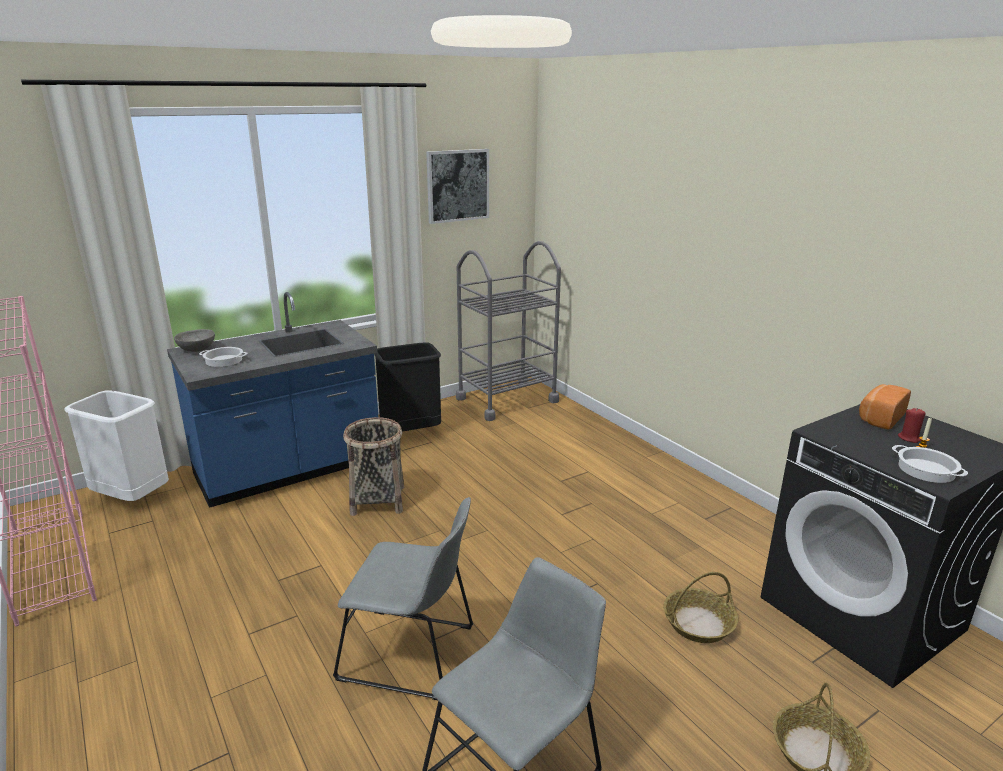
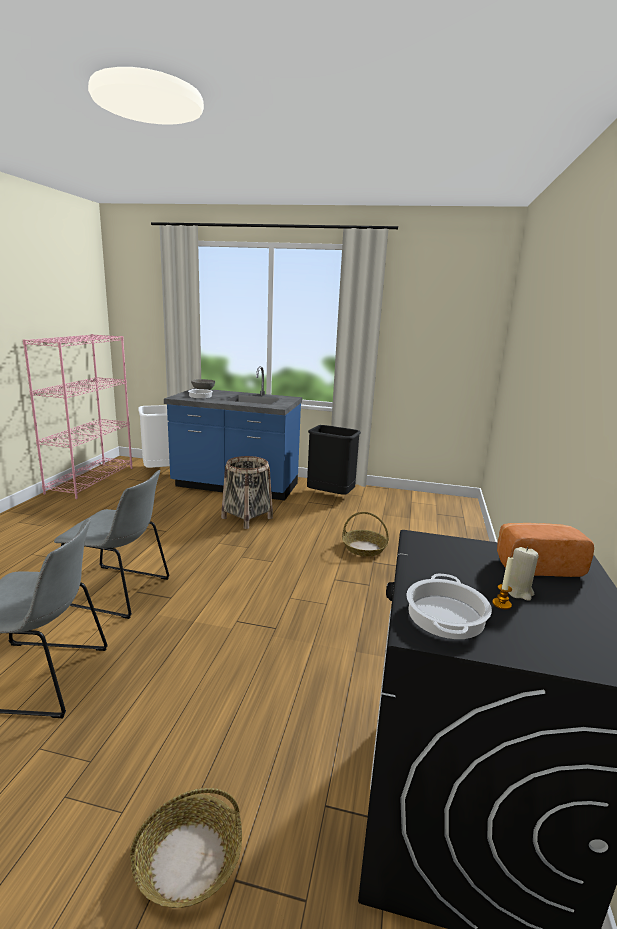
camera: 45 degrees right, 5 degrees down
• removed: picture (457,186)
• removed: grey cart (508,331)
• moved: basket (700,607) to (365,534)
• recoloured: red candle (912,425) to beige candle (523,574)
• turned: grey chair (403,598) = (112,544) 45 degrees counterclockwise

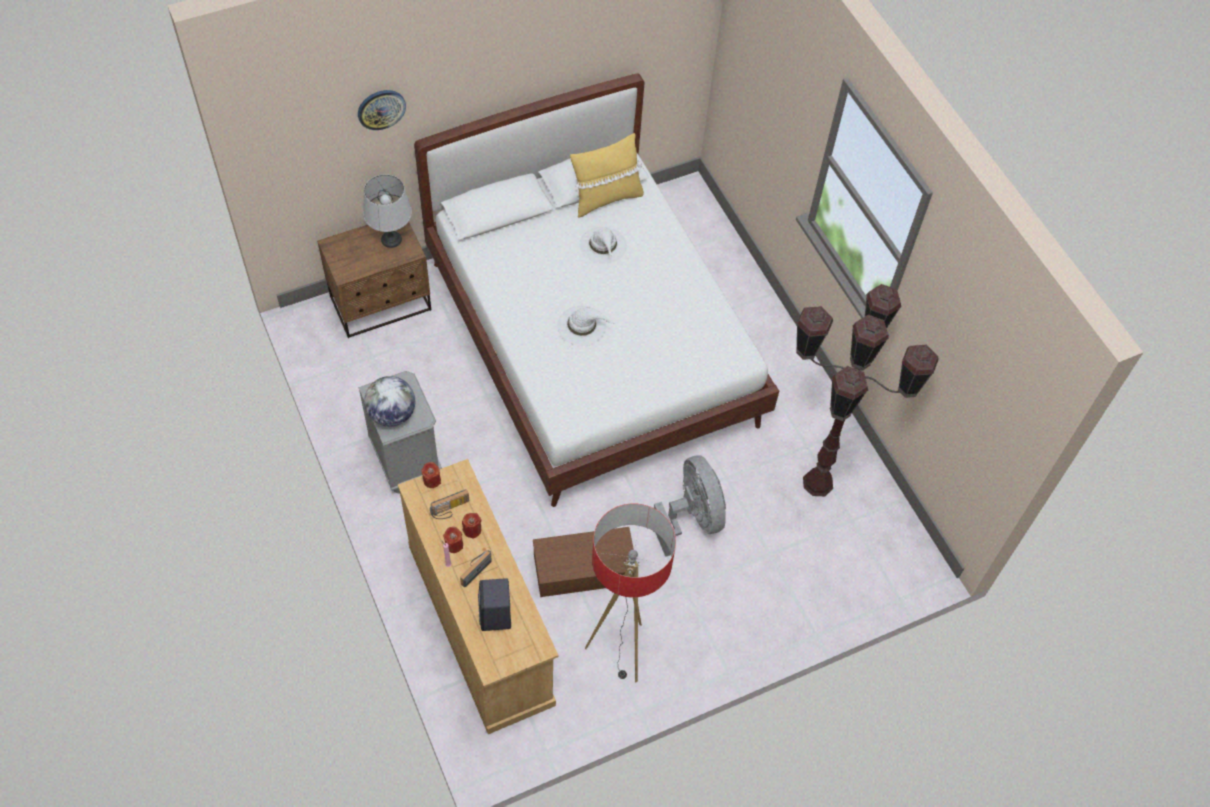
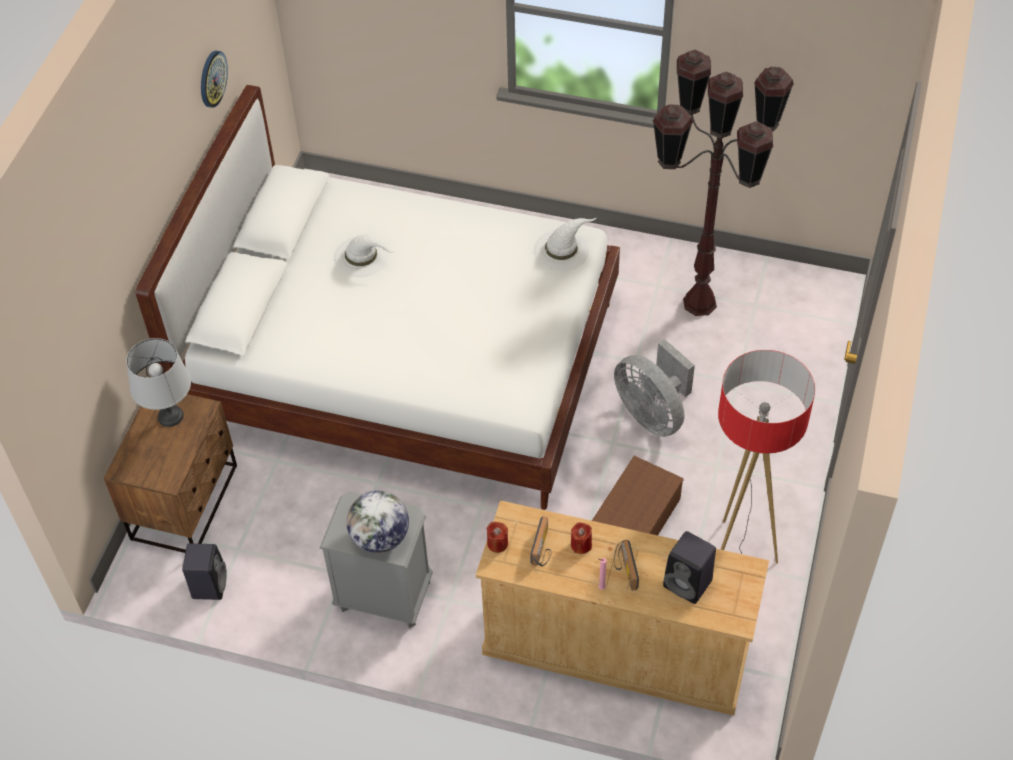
camera: 45 degrees left, 5 degrees down
• removed: red candle (453,540)
• removed: yellow pillow (607,175)
• added: black speaker (204,571)
• moved: wall clock (382,110) to (214,79)
• moved: white hat (586,326) to (565,244)
• turned: grey fan (690,506) = (654,388) 150 degrees counterclockwise

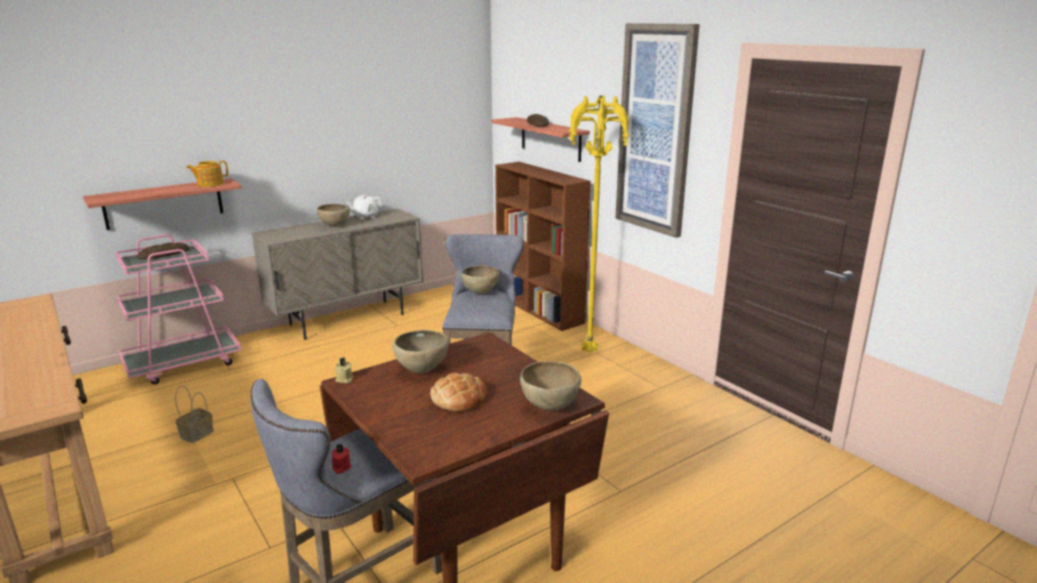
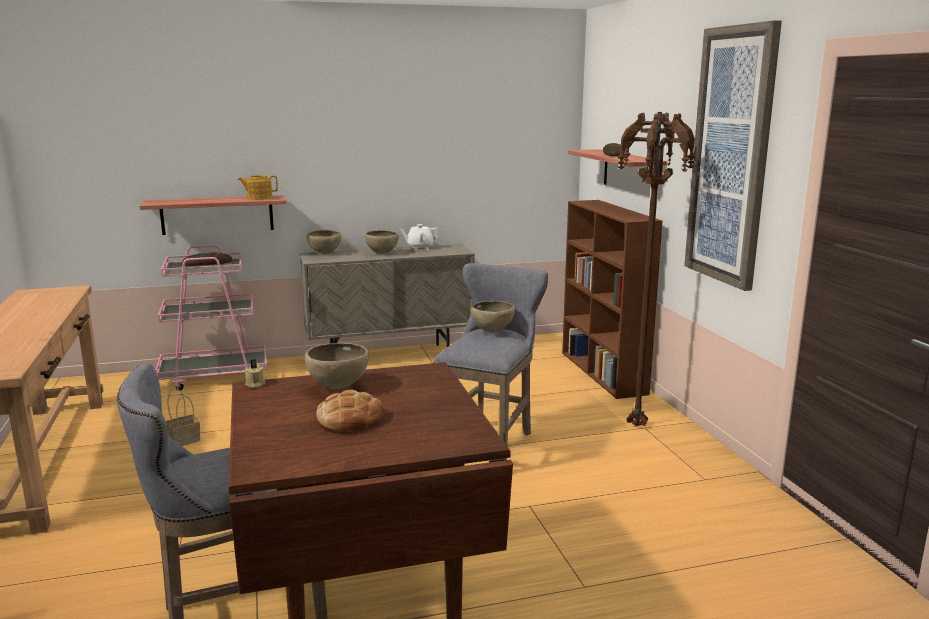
camera: 20 degrees right, 5 degrees down
• removed: red candle (341,459)
• moved: brown bowl (550,385) to (323,242)
• recoloured: yellow floor lamp (599,223) to brown floor lamp (657,269)

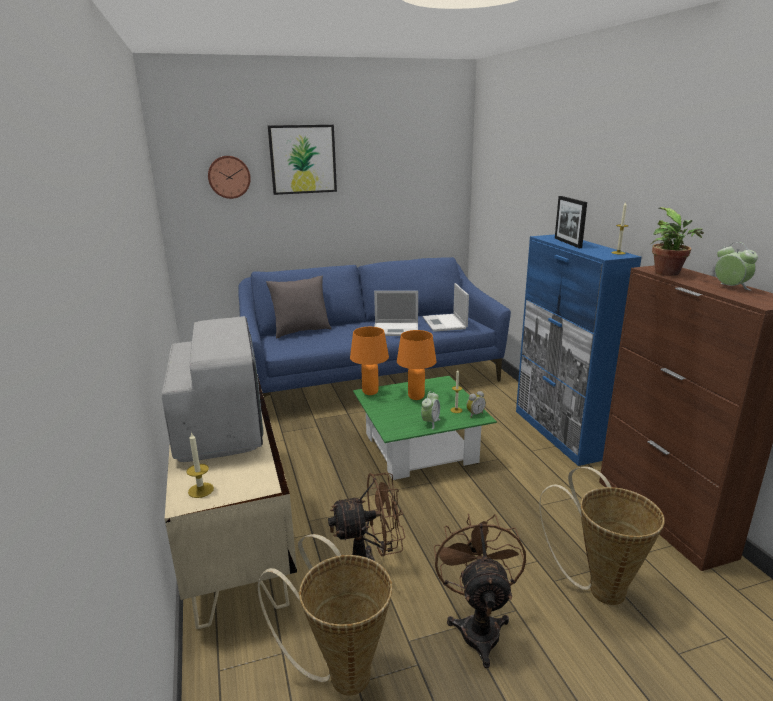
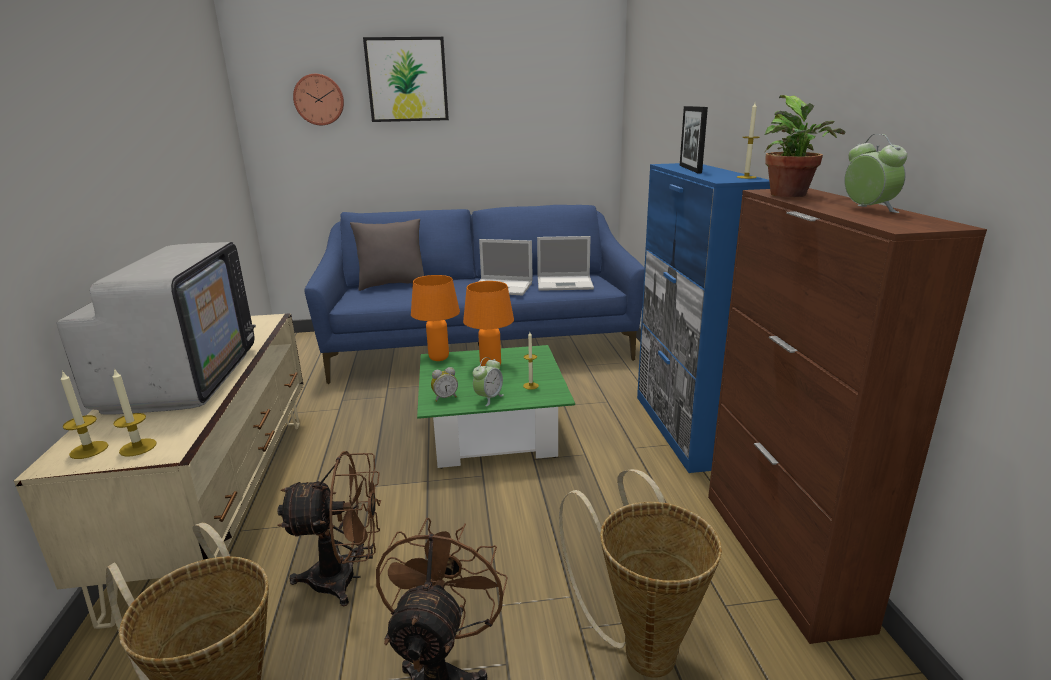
camera: 10 degrees right, 0 degrees up
• added: candle (135,412)
• moved: alarm clock (476,404) to (444,384)
• turned: laptop (446,307) = (565,263) 90 degrees counterclockwise

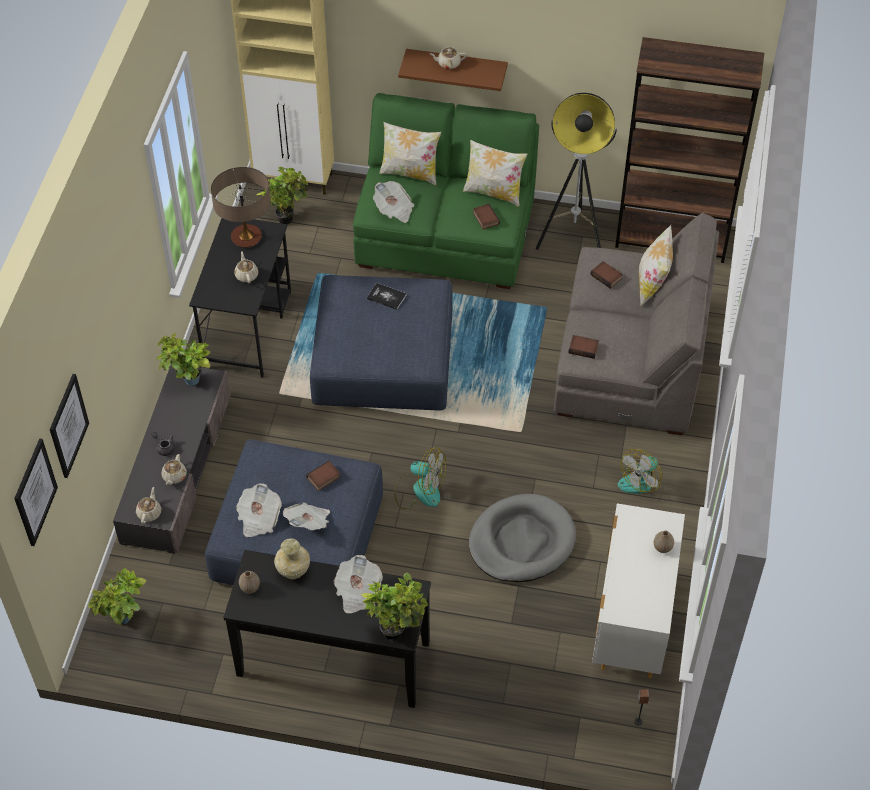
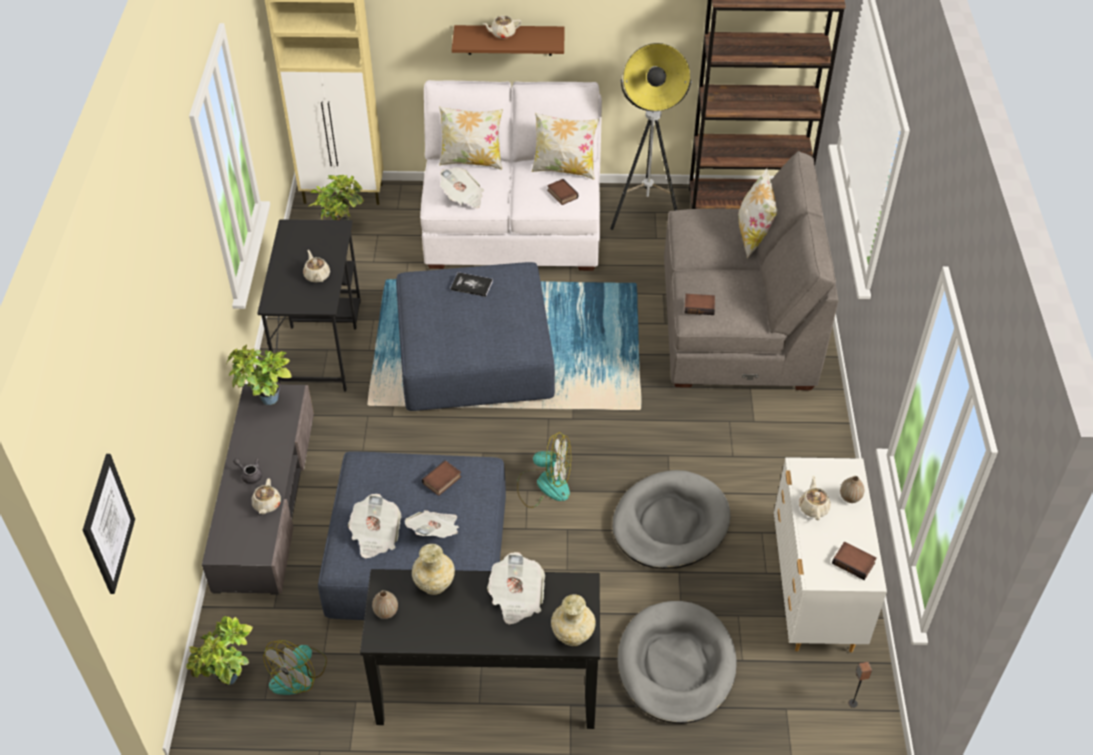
camera: 10 degrees left, 5 degrees down
• removed: picture (69,426)
• removed: table lamp (241,207)
• added: grey dog bed (676,662)
• moved: beige teapot (148,505) to (815,497)
• moved: book (607,275) to (854,561)
• moved: fan (640,471) to (295,667)
• replaced: potted plant (394,607) to beige vase (573,620)
• recoloured: green sofa (446,191) to white sofa (511,175)

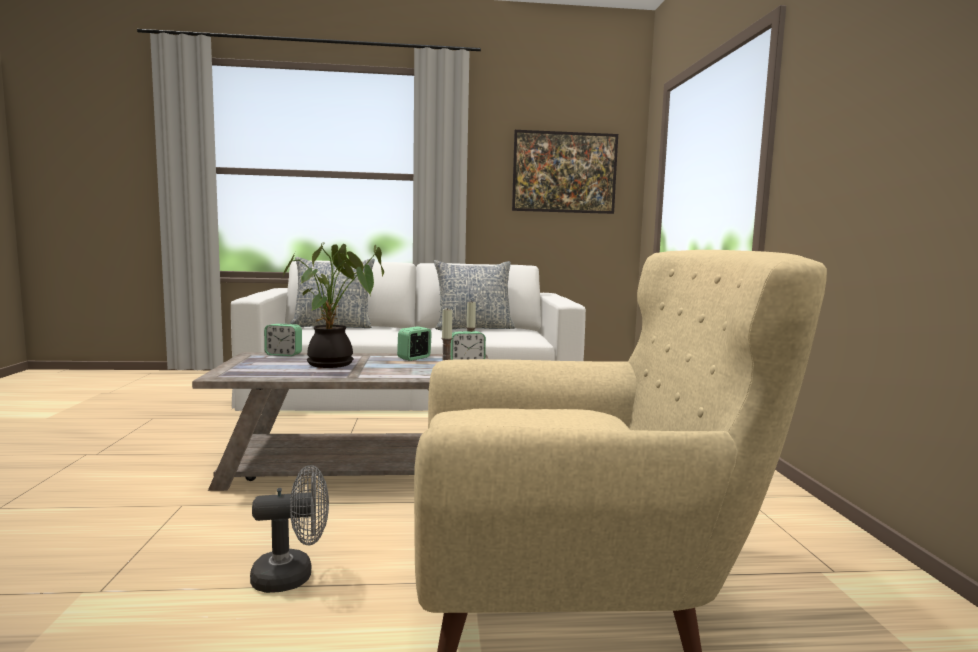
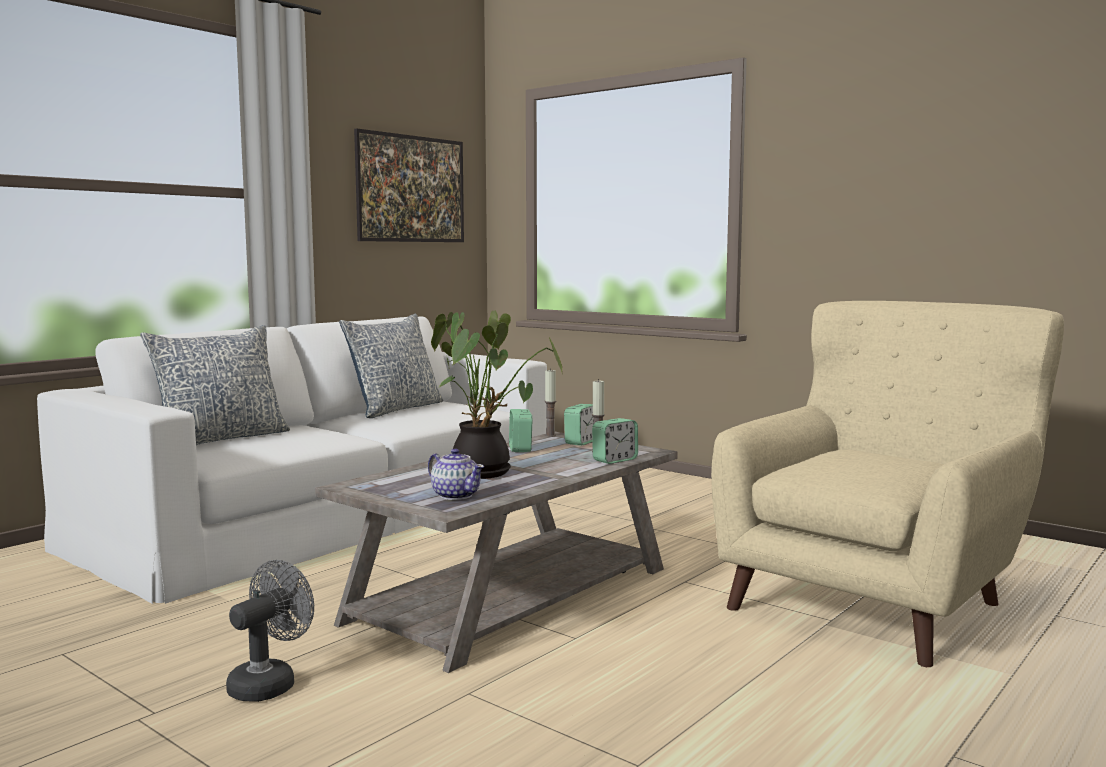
camera: 45 degrees left, 0 degrees up
• added: teapot (456,474)
• moved: grey fan (289,529) to (270,631)
• moved: alarm clock (283,340) to (615,441)

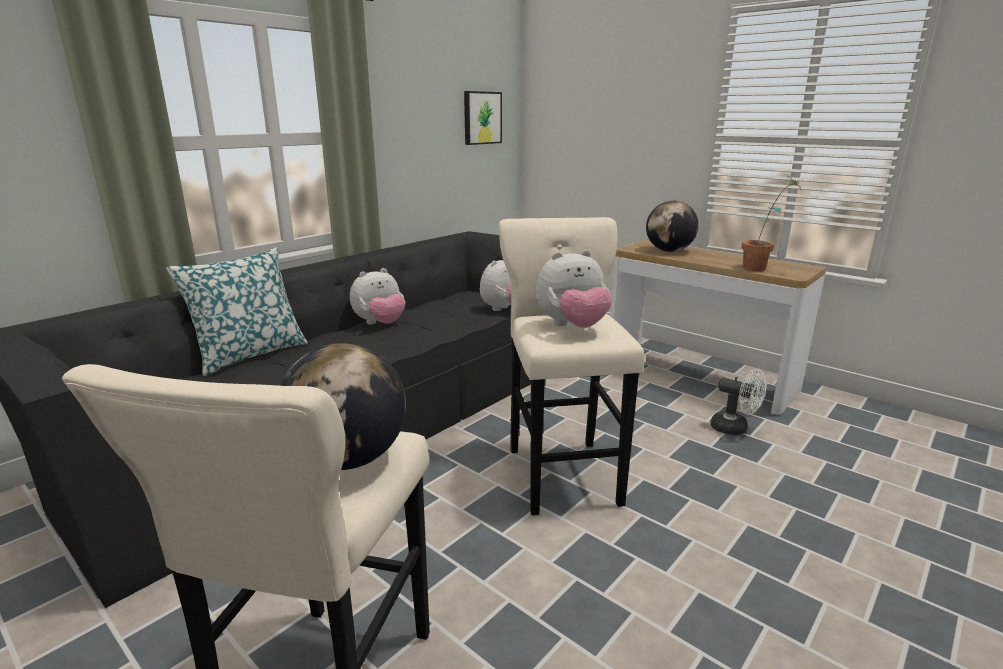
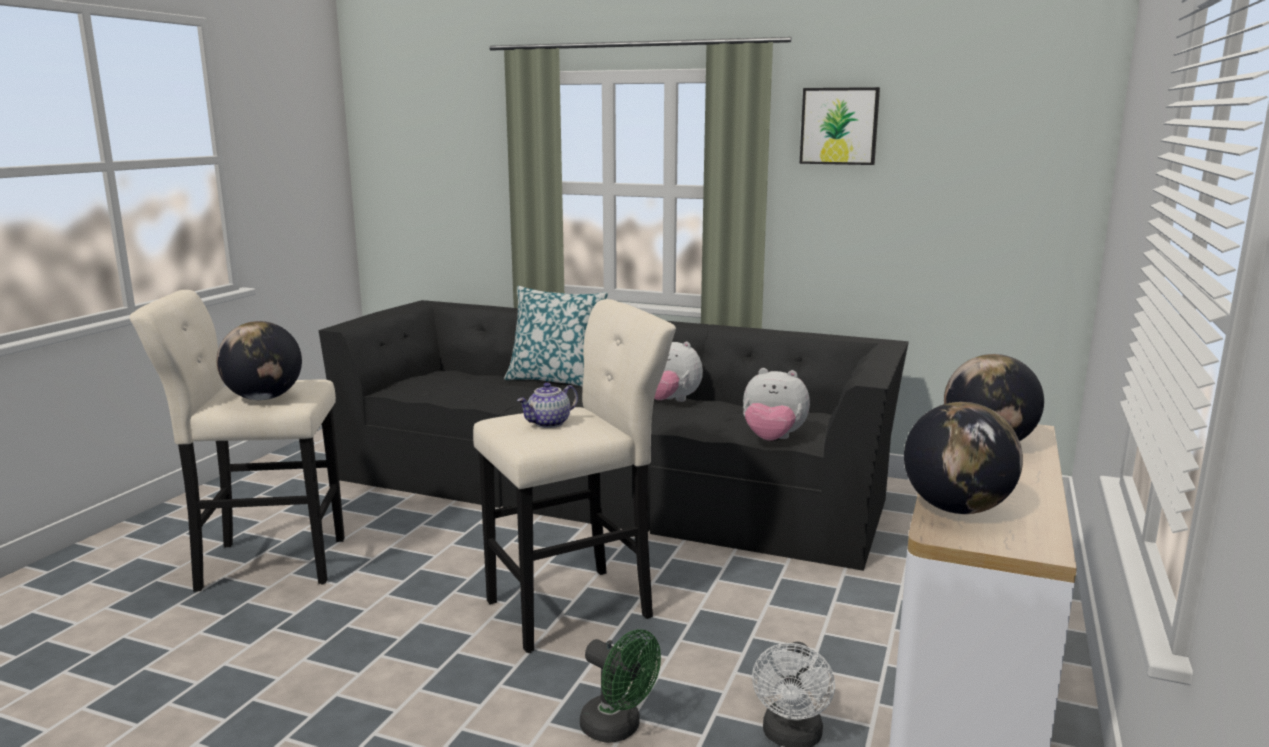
camera: 70 degrees right, 5 degrees down
• added: green fan (620,686)
• moved: picture (483,118) to (840,126)
• replaced: plush toy (573,289) to teapot (547,405)
• replaced: potted plant (772,223) to globe (963,458)

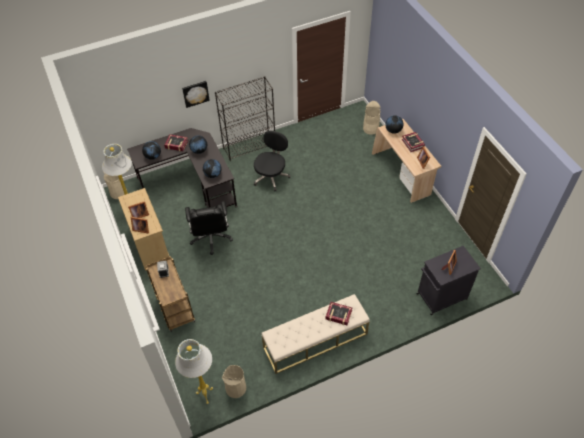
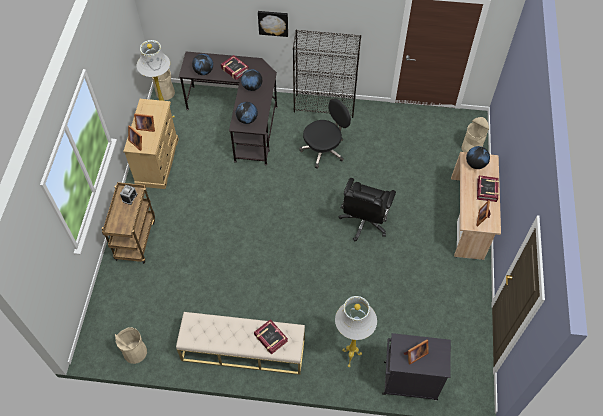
camera: 30 degrees right, 5 degrees up
• moved: white floor lamp (194,371) to (356,331)
• moved: black office chair (209,228) to (367,209)

